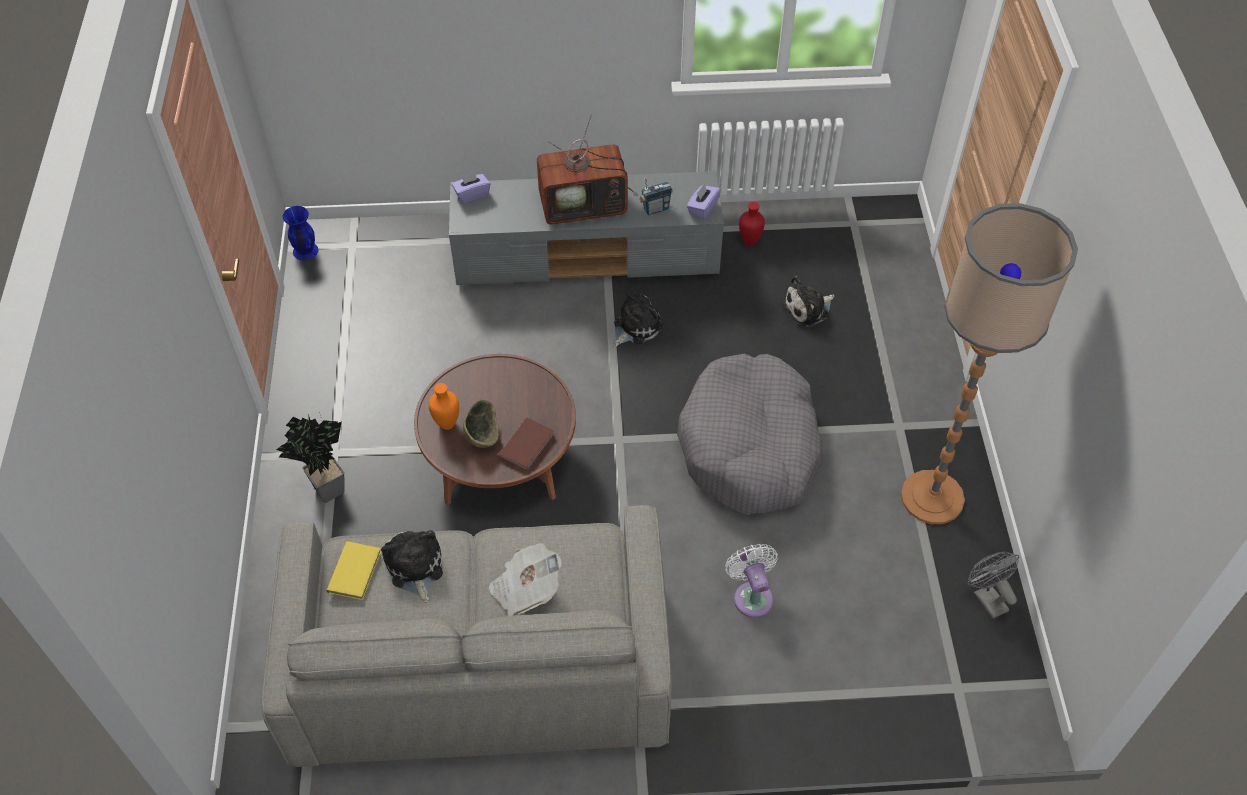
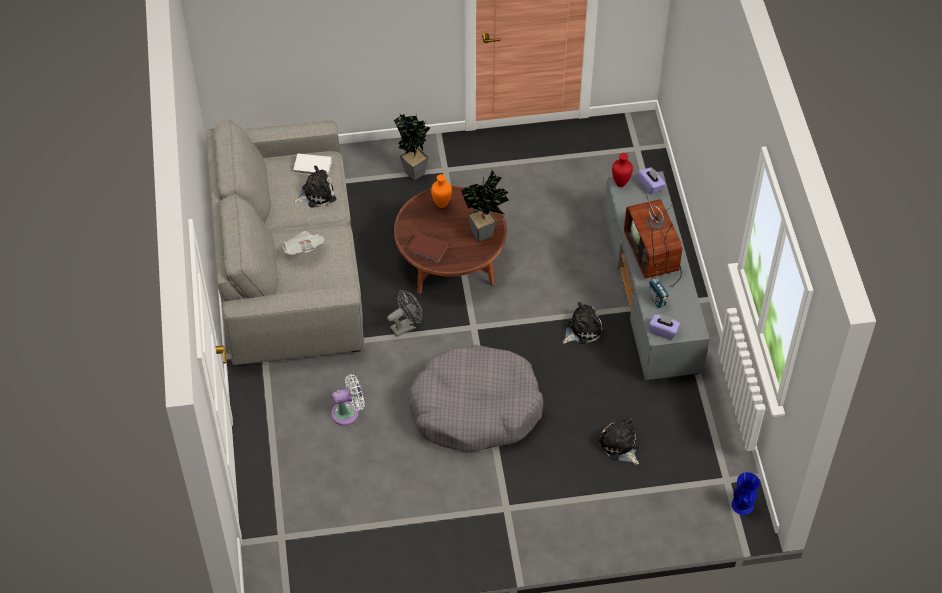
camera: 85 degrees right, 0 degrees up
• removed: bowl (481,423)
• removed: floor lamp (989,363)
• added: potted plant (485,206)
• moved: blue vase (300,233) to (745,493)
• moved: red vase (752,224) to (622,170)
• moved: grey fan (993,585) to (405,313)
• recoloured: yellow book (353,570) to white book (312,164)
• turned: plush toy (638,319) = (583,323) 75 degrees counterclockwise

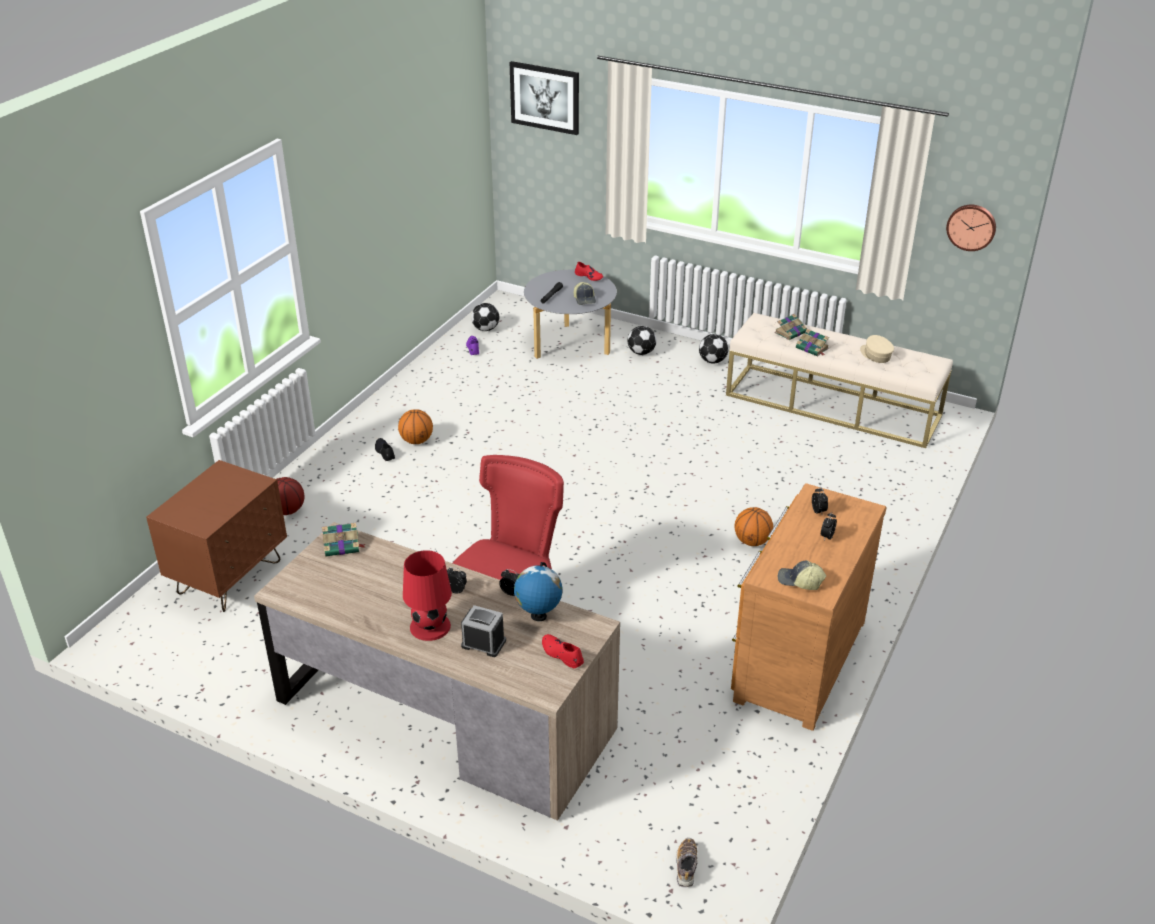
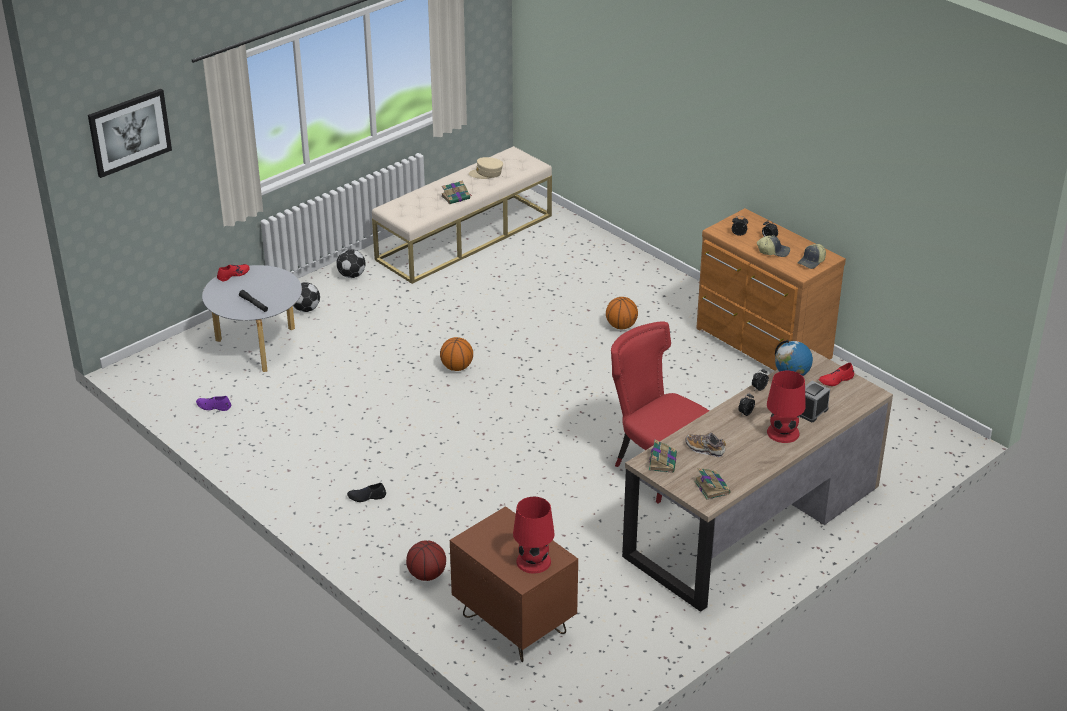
camera: 70 degrees left, 0 degrees up
• removed: football (485,317)
• removed: wall clock (971,228)
• added: red table lamp (534,535)
• moved: basketball (415,426) to (456,354)
• moved: cap (585,293) to (773,246)
• moved: shoe (686,862) to (706,445)
• moved: book (790,327) to (712,484)

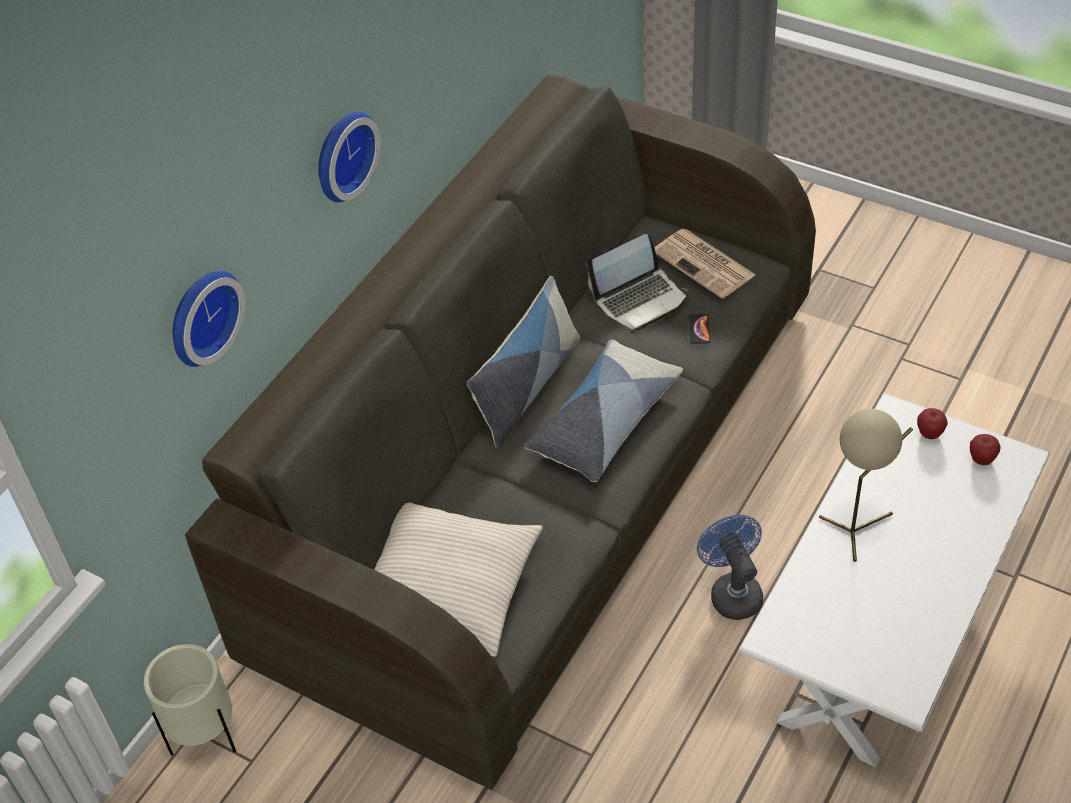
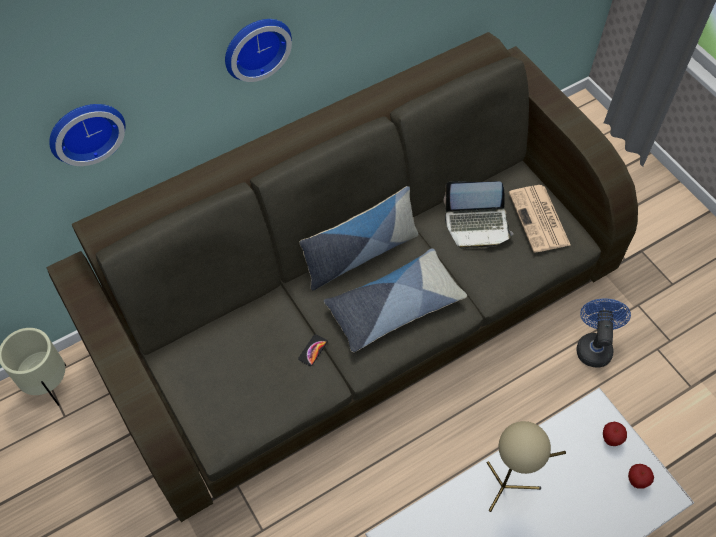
camera: 25 degrees right, 10 degrees up
• removed: beige pillow (458,579)
• moved: phone (700,329) to (313,350)
• moved: blue fan (730,567) to (604,333)

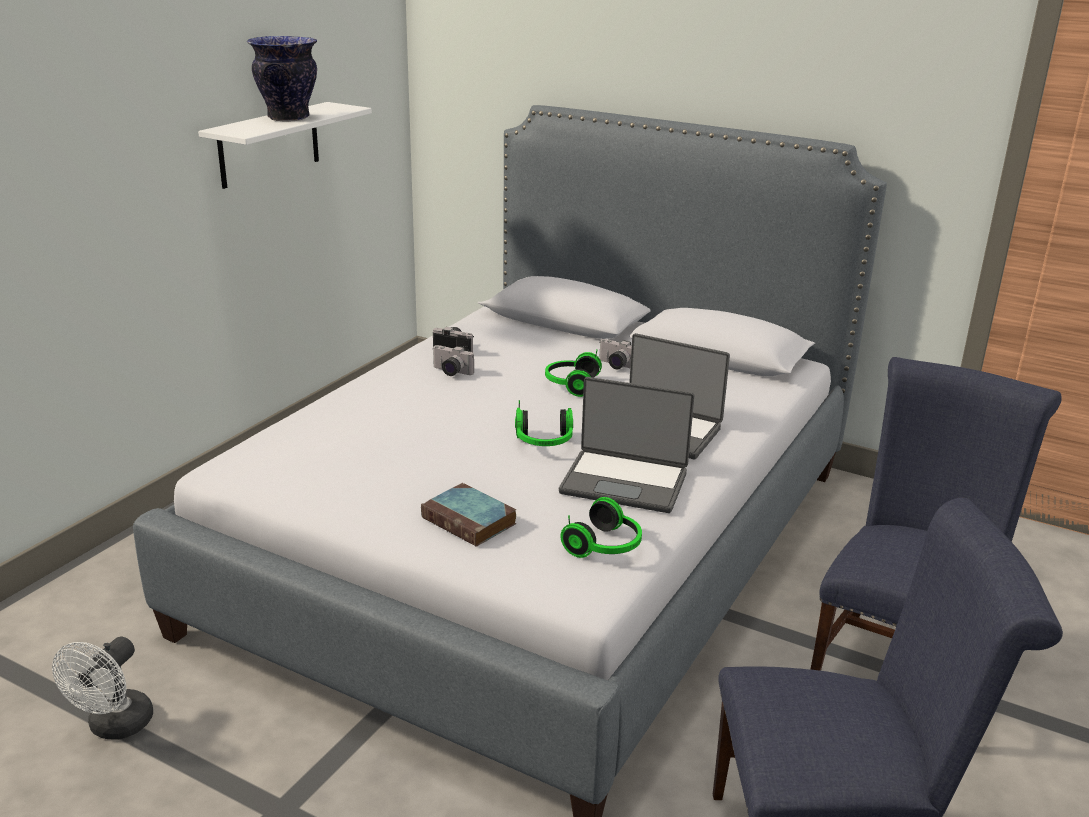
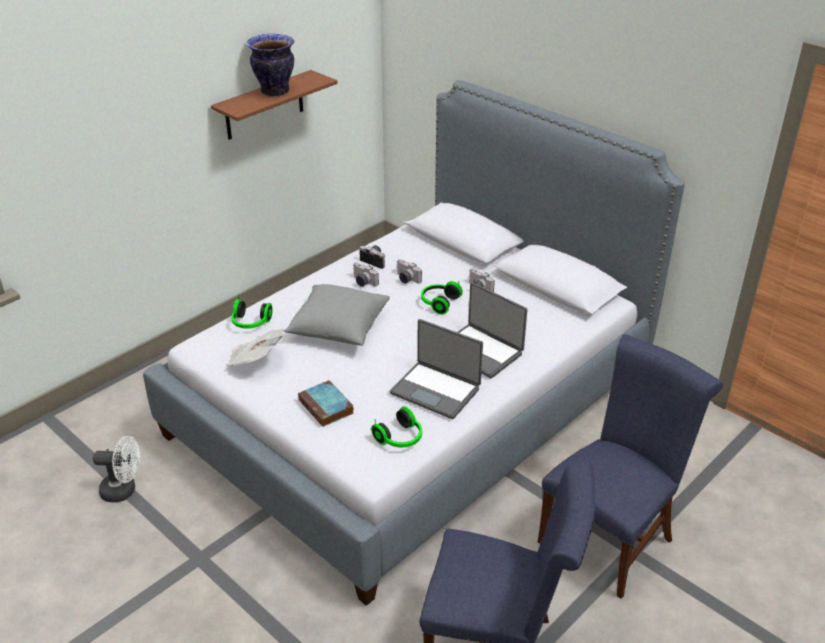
camera: 15 degrees right, 10 degrees up
• added: newspaper (255,348)
• added: grey pillow (336,315)
• added: photo camera (409,271)
• moved: headphones (544,423) to (251,312)
• recoloured: white shelf (285,145) to brown shelf (274,105)
• turned: white fan (102,688) = (116,469) 120 degrees counterclockwise

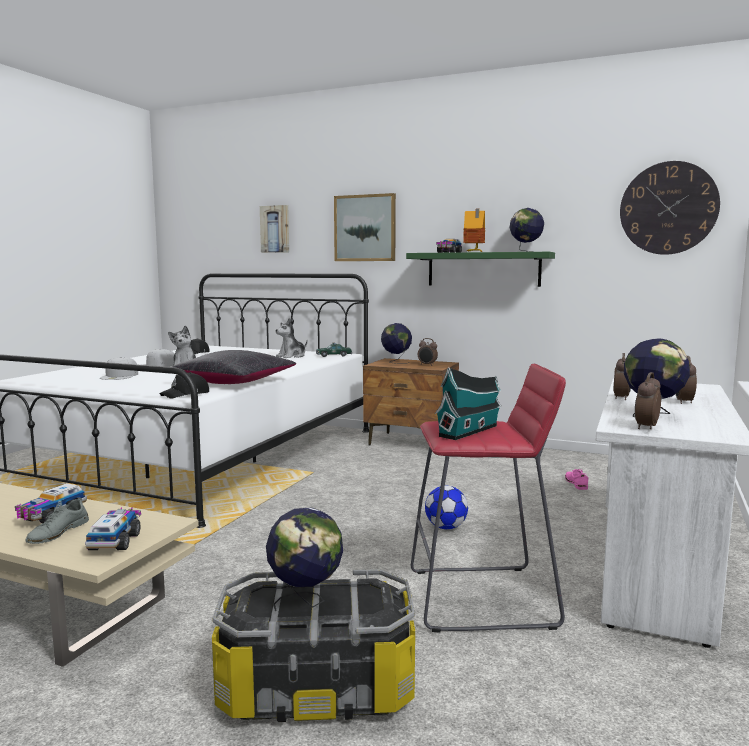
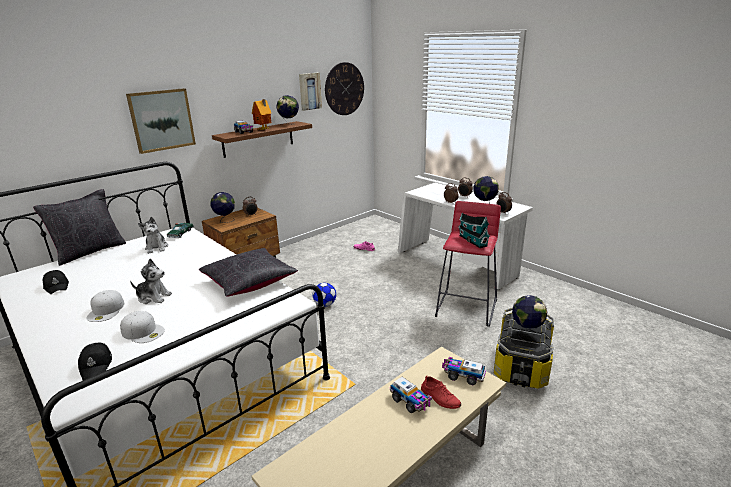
camera: 65 degrees left, 15 degrees up
• added: black pillow (79,227)
• moved: black cap (184,385) to (95,361)
• moved: picture (274,229) to (310,92)
• moved: football (446,507) to (324,295)
• recoloured: grey shoe (57,520) to red shoe (441,392)
• recoloured: green shelf (480,269) to brown shelf (262,139)

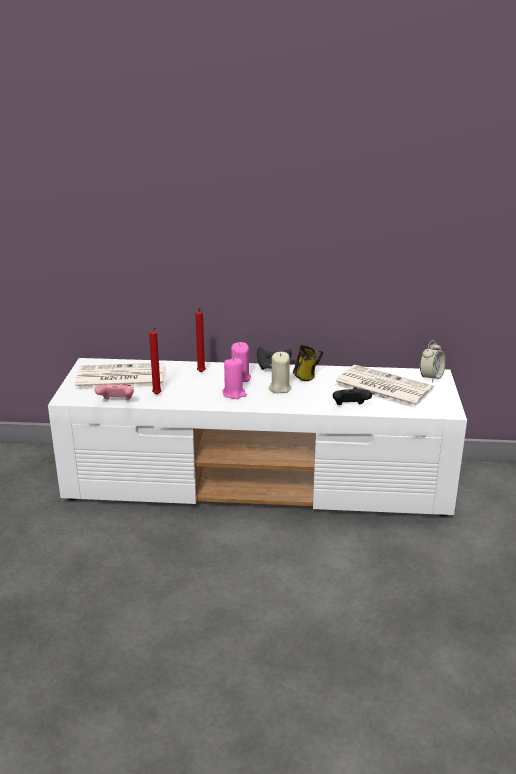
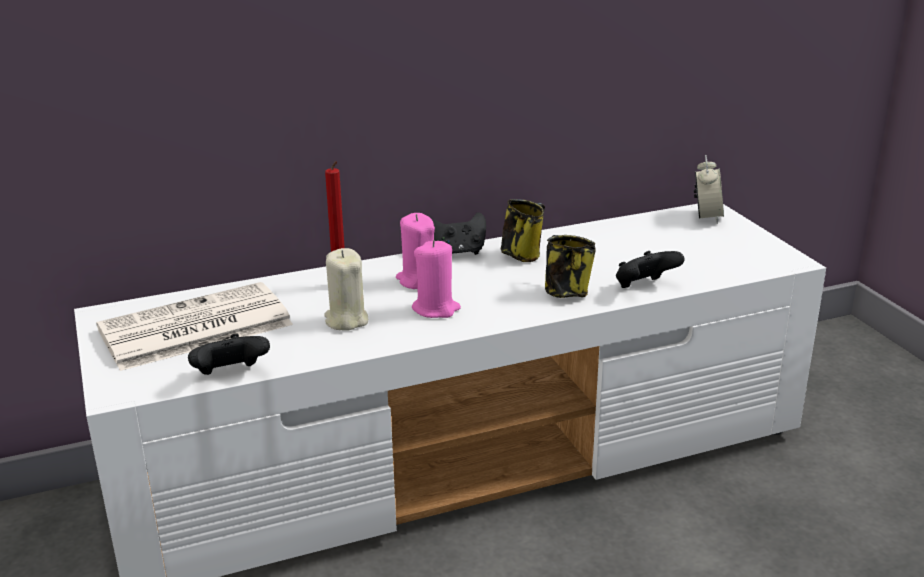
camera: 25 degrees left, 0 degrees up
• removed: red candle (155,361)
• removed: newspaper (384,386)
• added: mug (570,266)
• moved: beige candle (280,372) to (346,289)
• recoloured: pink game controller (114,391) to black game controller (229,354)

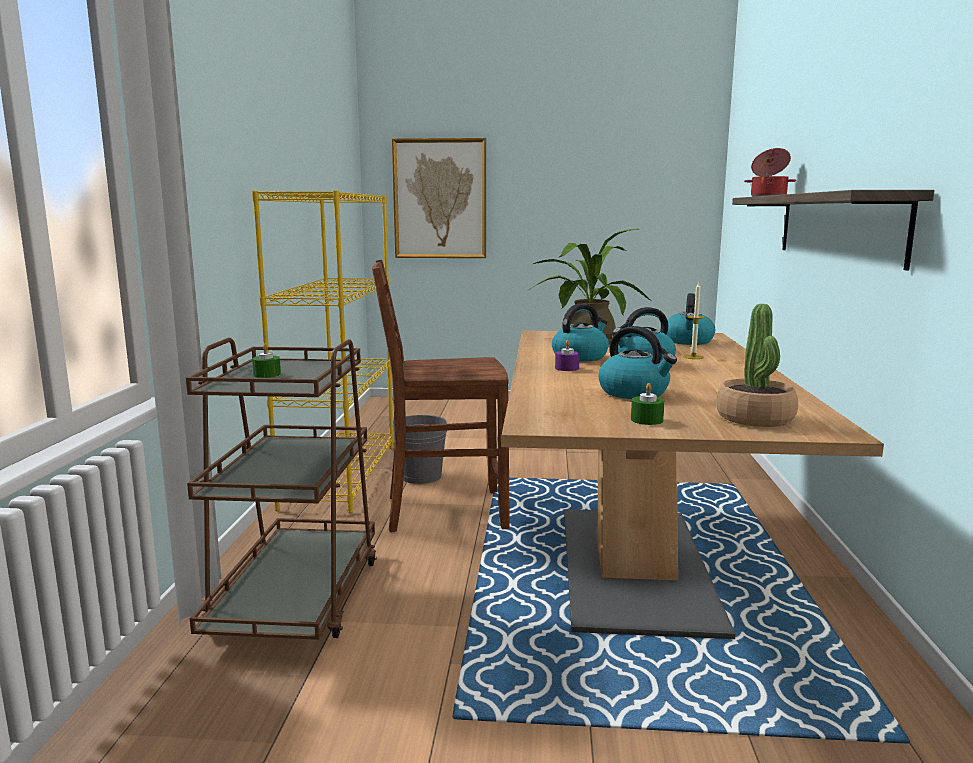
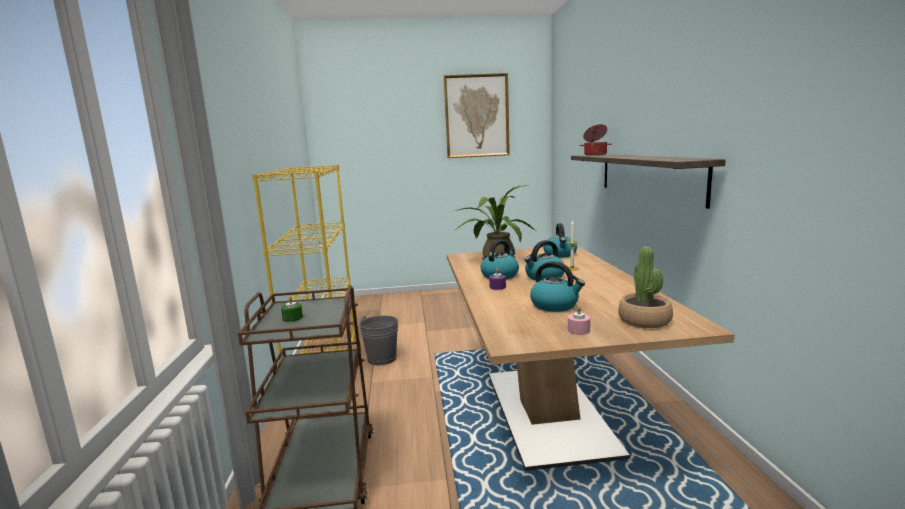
camera: 10 degrees left, 0 degrees up
• removed: brown chair (440,396)
• moved: picture (439,198) to (477,115)
• recoloured: green candle (647,404) to pink candle (579,320)

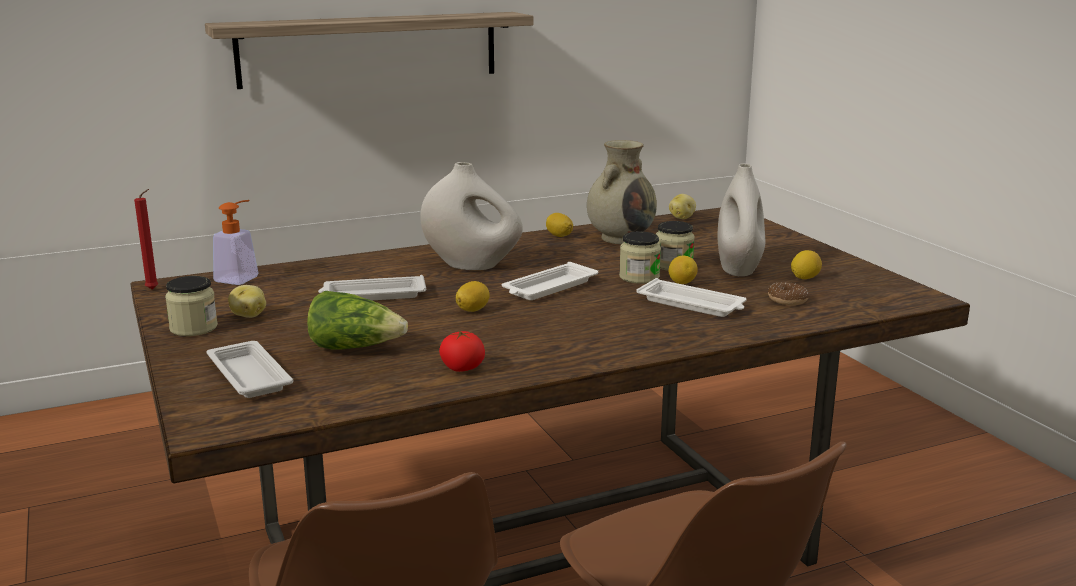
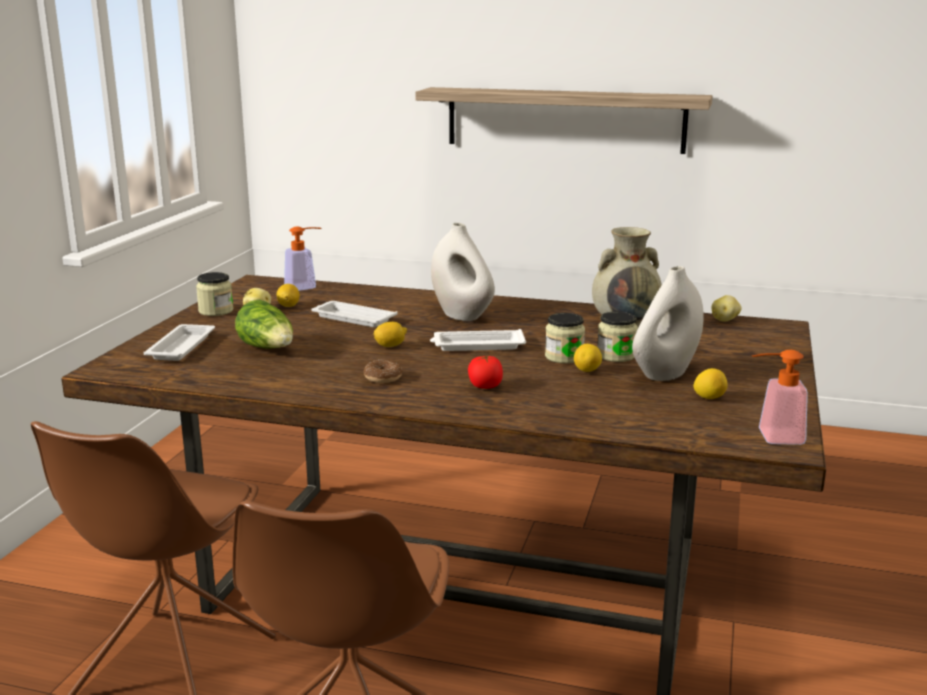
camera: 40 degrees right, 0 degrees up
• removed: red candle (146,239)
• removed: white tray (691,297)
• added: soap dispenser (780,397)
• moved: tomato (462,351) to (485,372)
• moved: lemon (559,225) to (288,295)
• moved: donut (788,293) to (383,371)

